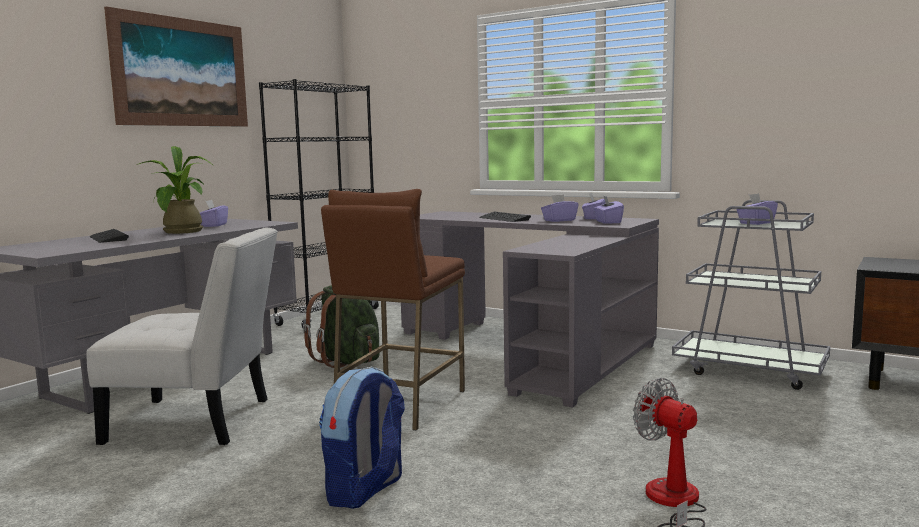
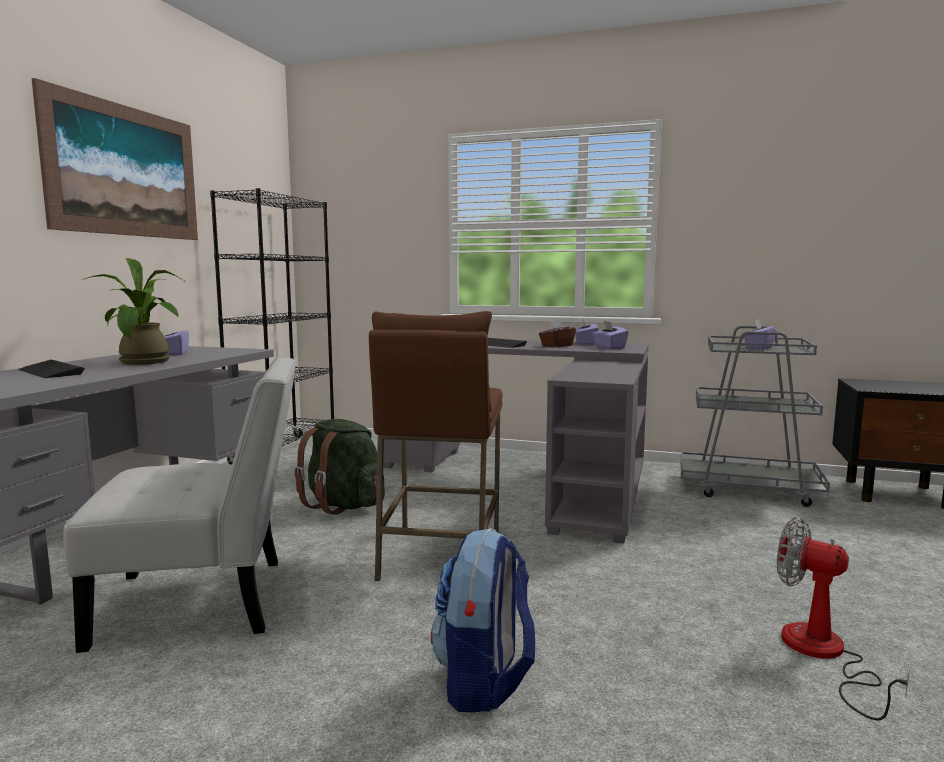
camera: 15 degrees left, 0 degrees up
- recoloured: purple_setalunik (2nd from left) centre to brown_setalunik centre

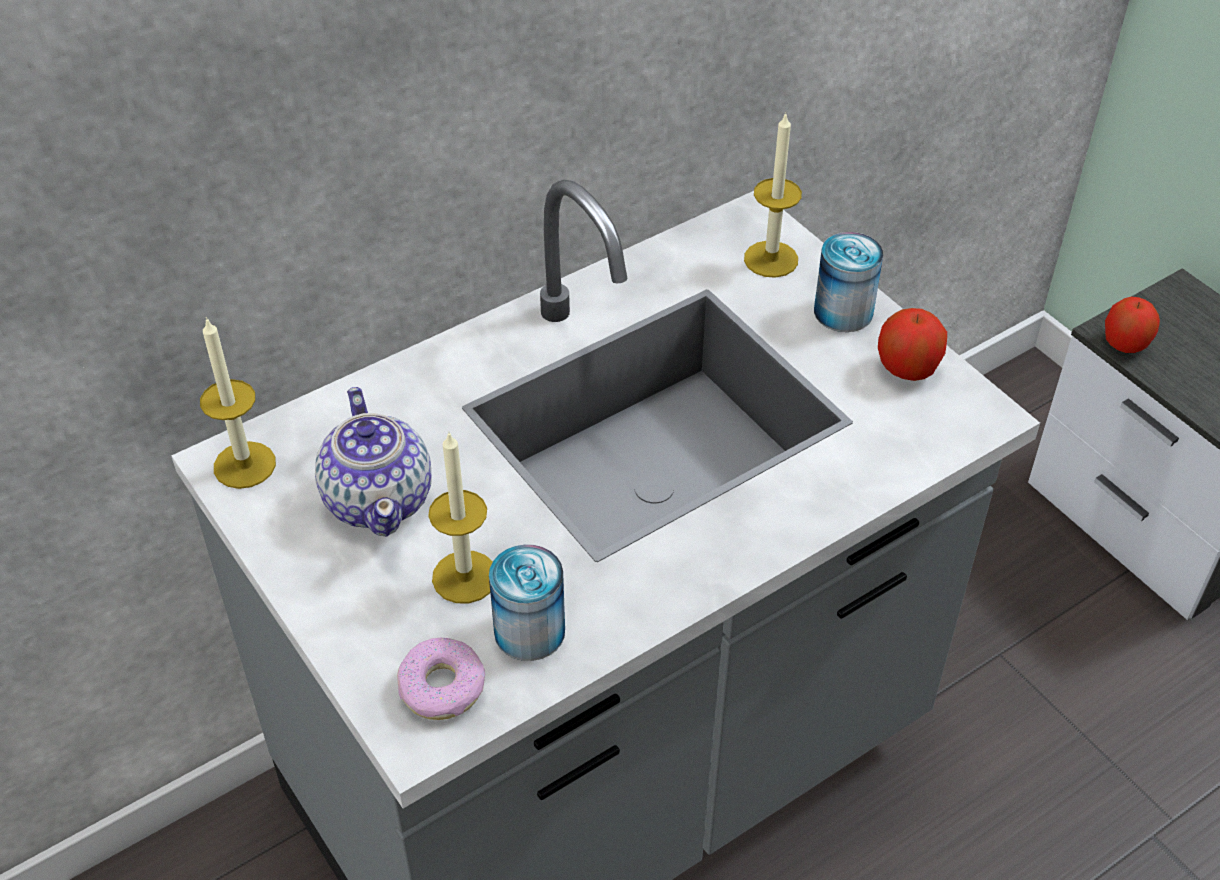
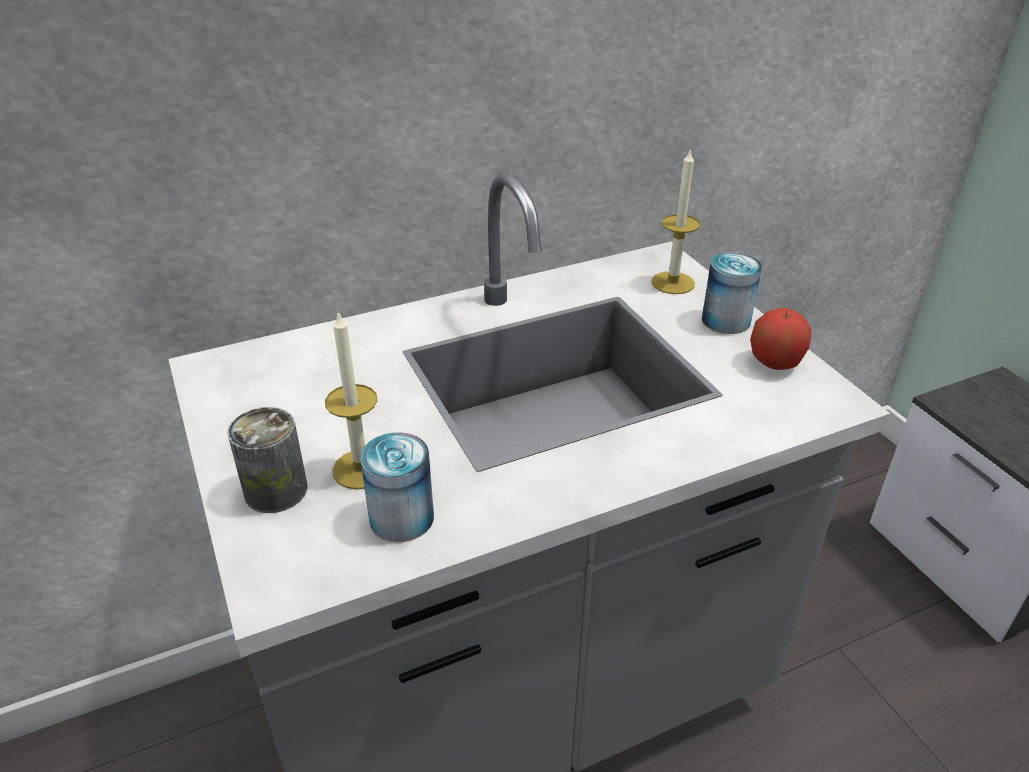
camera: 10 degrees right, 10 degrees down
- removed: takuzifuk (1st from left) middle left
- removed: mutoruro middle left
- removed: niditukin bottom centre
- removed: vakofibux (2nd from left) middle right
- added: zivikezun (1st from left) middle left

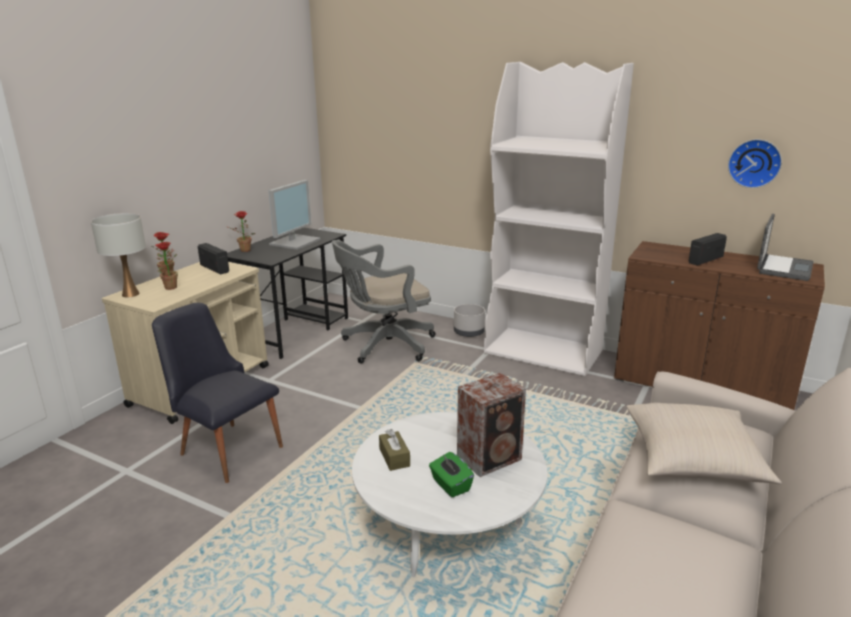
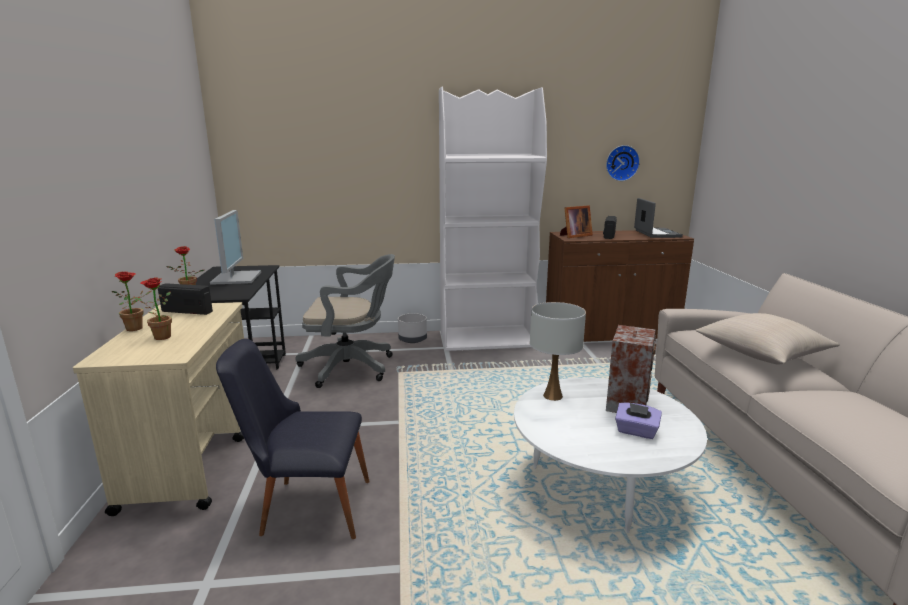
camera: 35 degrees left, 5 degrees down
- moved: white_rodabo middle left to centre
- turned: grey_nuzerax centre = centre 120 degrees counterclockwise
- removed: brown_setalunik bottom centre
- recoloured: green_setalunik bottom centre to purple_setalunik bottom right
- added: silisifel centre

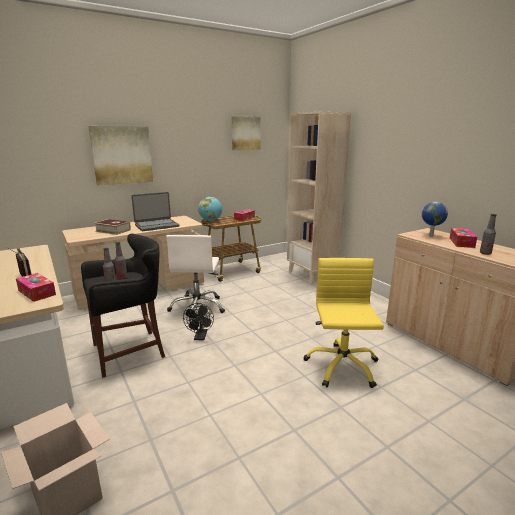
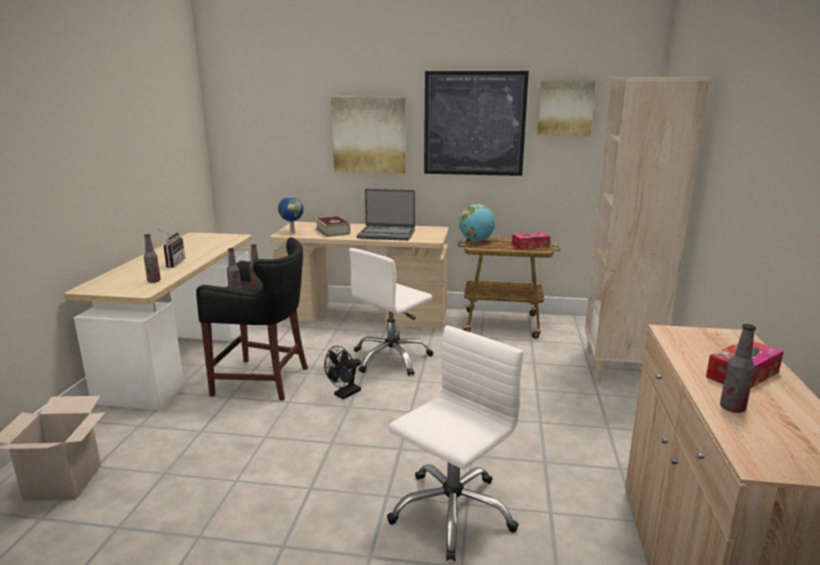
camera: 40 degrees right, 0 degrees up
- replaced: setalunik (1st from left) middle left to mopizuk (1st from left) middle left
- recoloured: yellow_nuzerax middle right to white_nuzerax (2nd from left) bottom centre
- moved: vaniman (2nd from left in the first image) middle right to vaniman (1st from left) centre
- added: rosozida (2nd from left) top centre

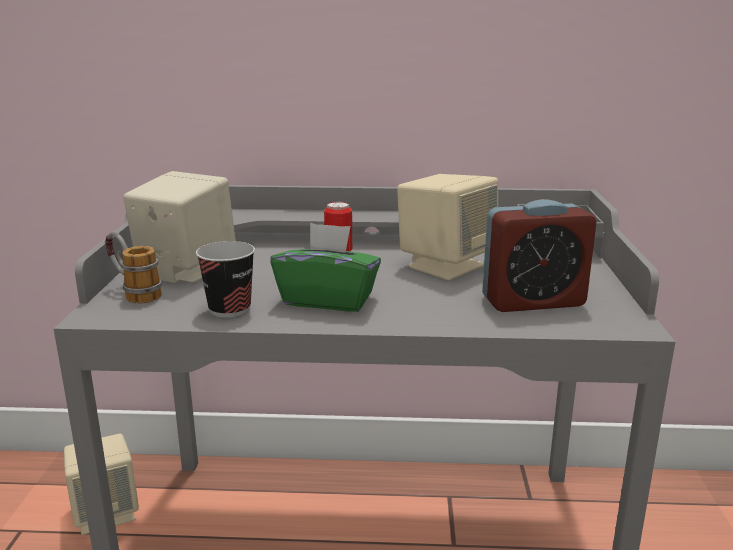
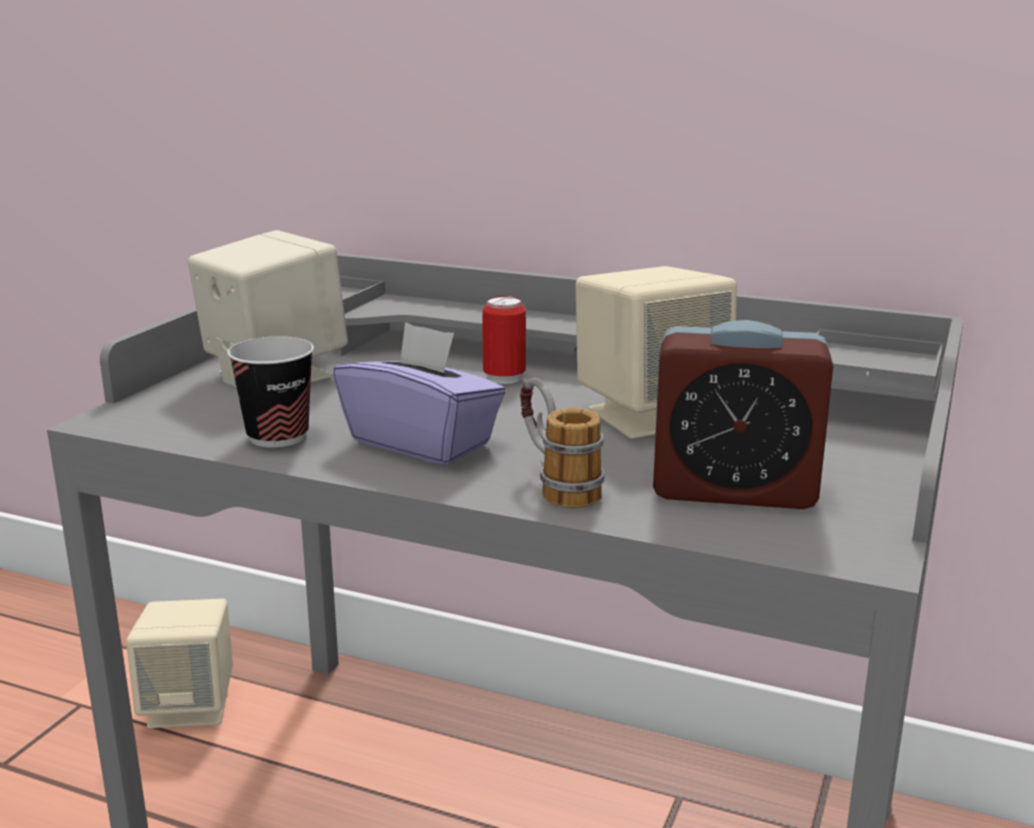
camera: 20 degrees right, 0 degrees up
- moved: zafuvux middle left to centre
- recoloured: green_setalunik centre to purple_setalunik centre

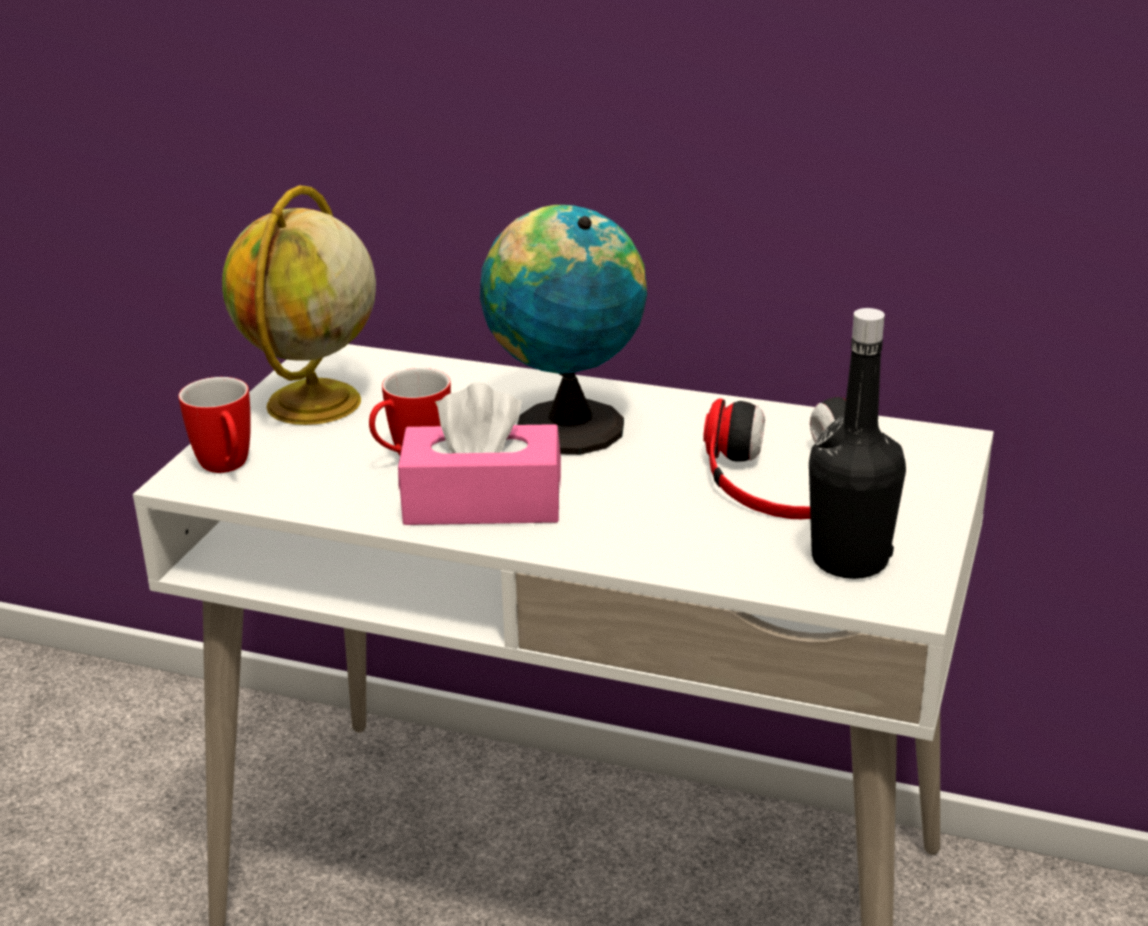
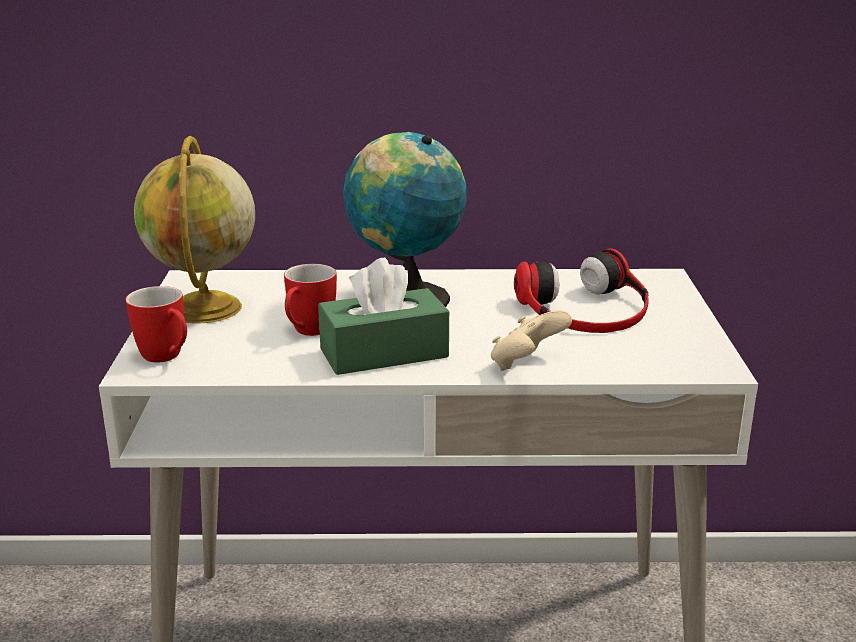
camera: 20 degrees left, 5 degrees down
- recoloured: pink_setalunik centre to green_setalunik centre
- removed: black_mopizuk middle right
- added: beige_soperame centre

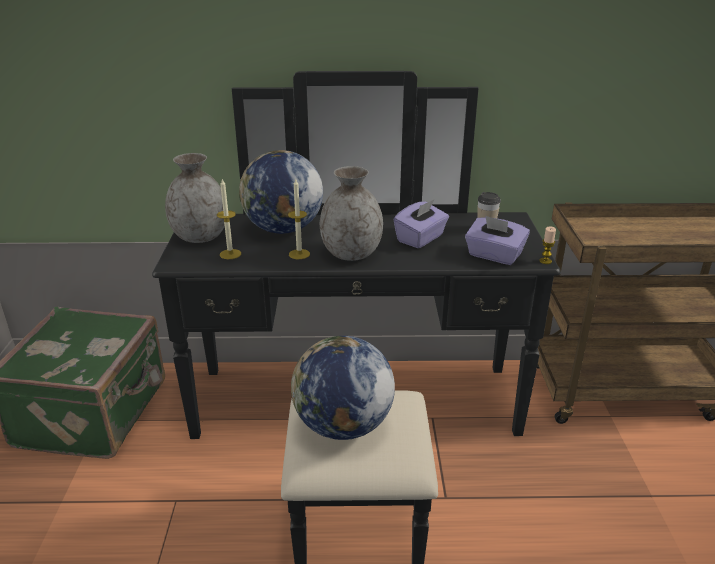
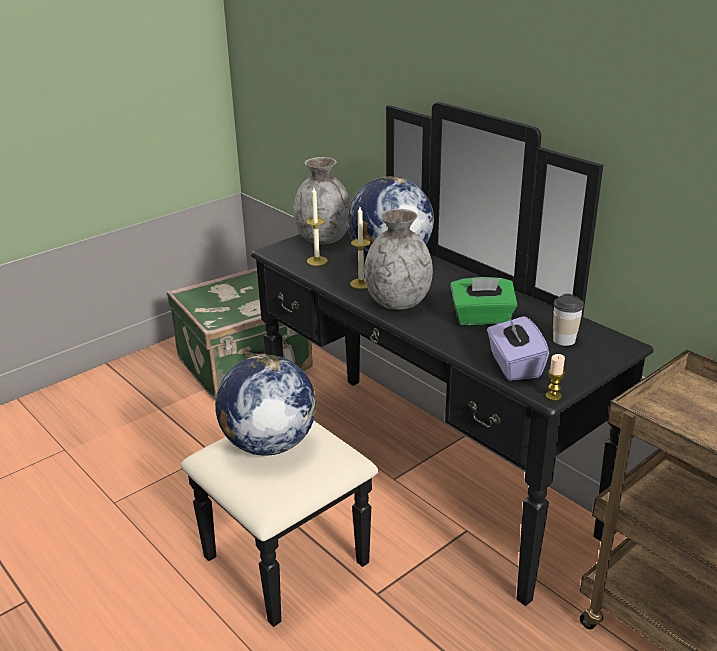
camera: 50 degrees right, 0 degrees up
- recoloured: purple_setalunik (1st from left) centre to green_setalunik middle right

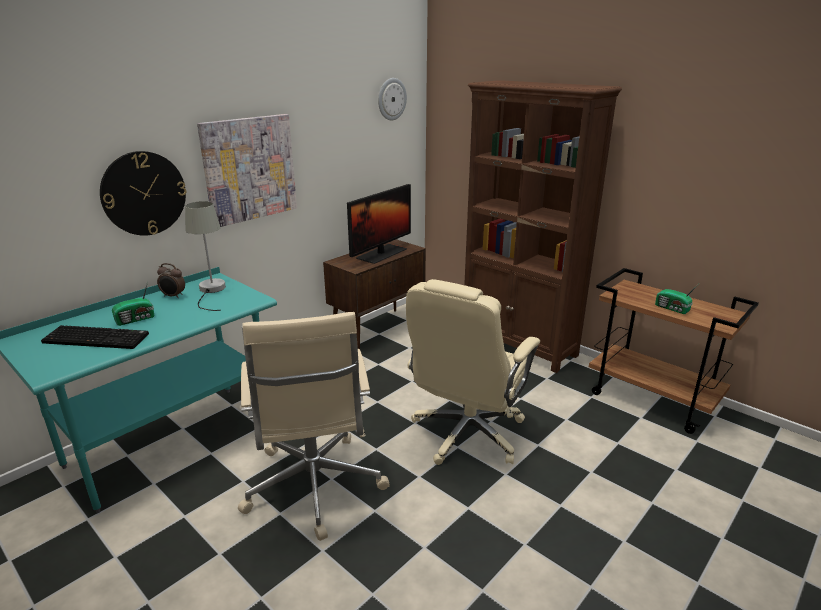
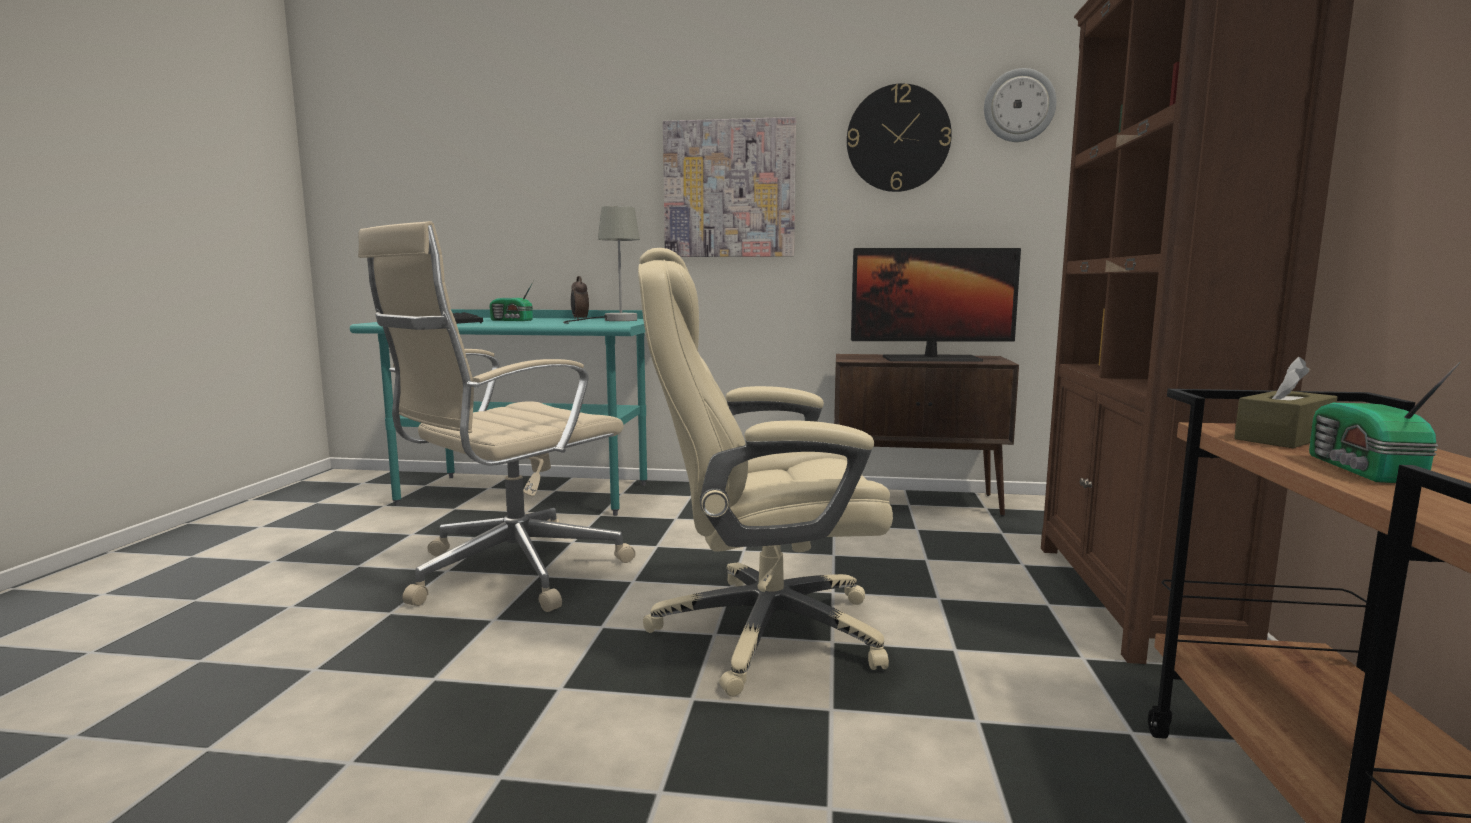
camera: 55 degrees right, 15 degrees down
- moved: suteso (1st from left) top left to top centre
- added: brown_setalunik middle right

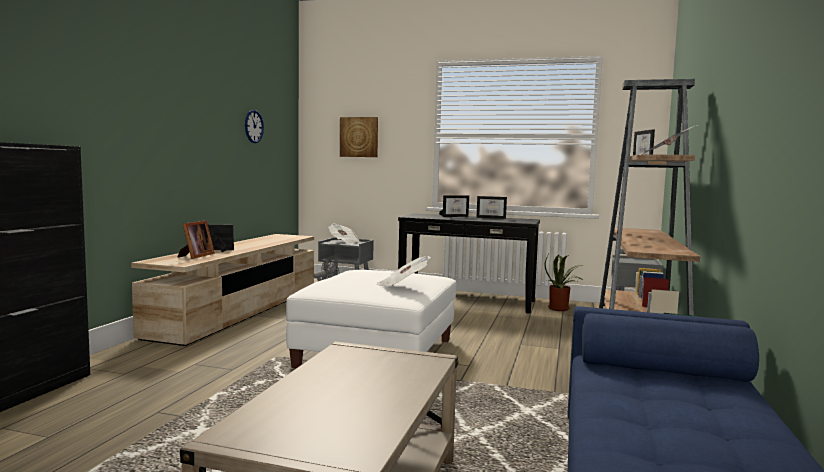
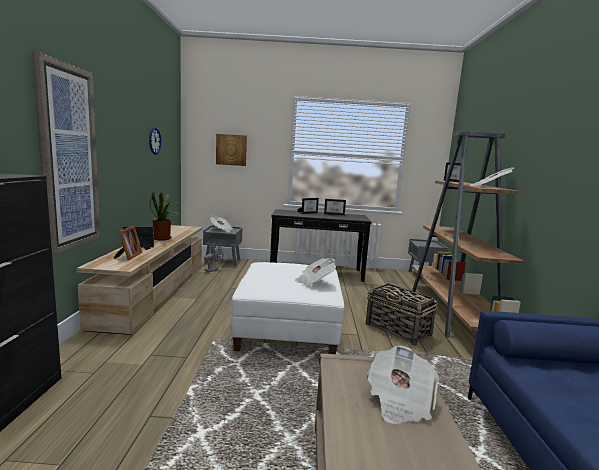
camera: 15 degrees left, 5 degrees up
- moved: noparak middle right to middle left
- added: rosozida (1st from left) top left
- added: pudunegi bottom right
- added: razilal (3rd from left) bottom right

